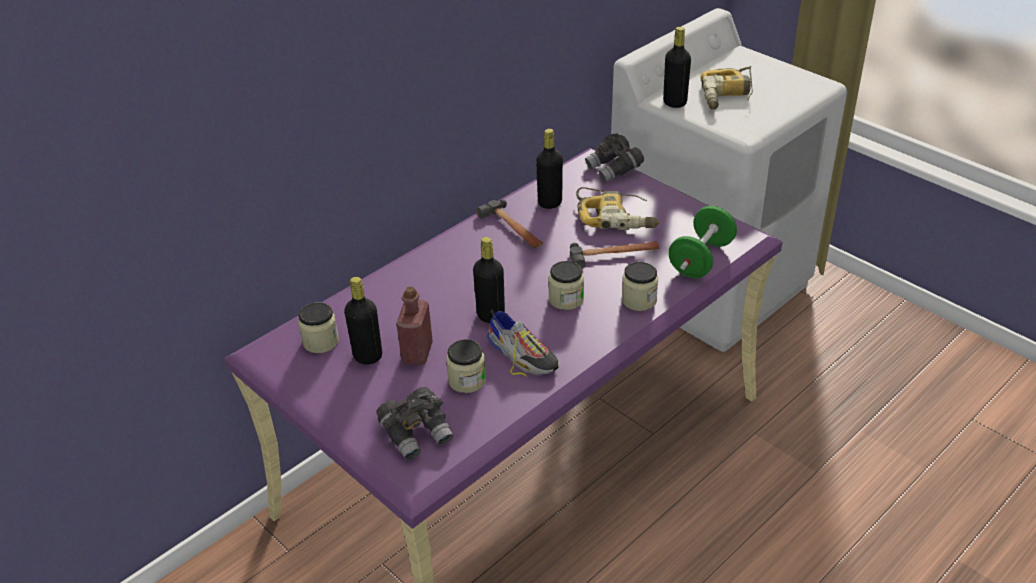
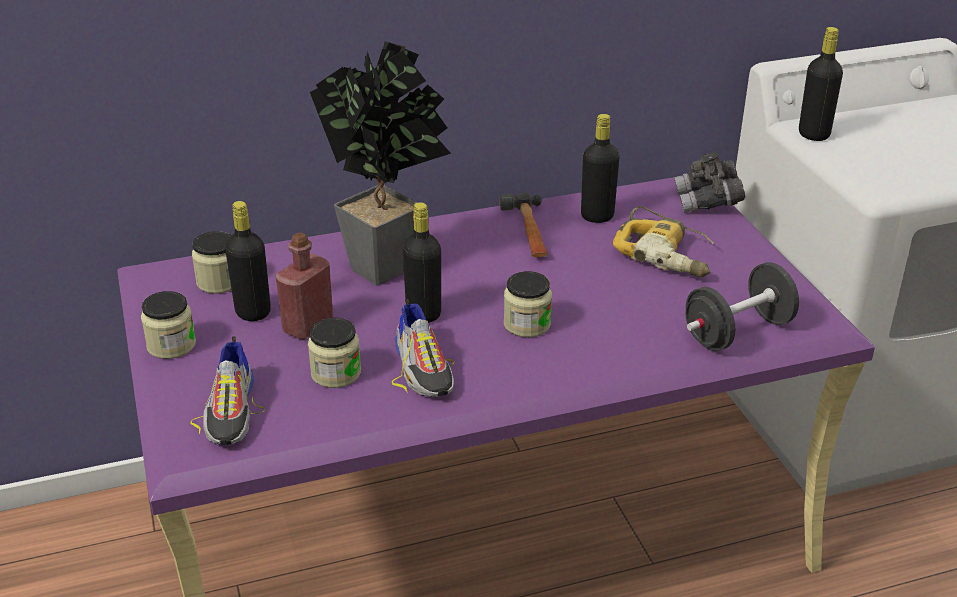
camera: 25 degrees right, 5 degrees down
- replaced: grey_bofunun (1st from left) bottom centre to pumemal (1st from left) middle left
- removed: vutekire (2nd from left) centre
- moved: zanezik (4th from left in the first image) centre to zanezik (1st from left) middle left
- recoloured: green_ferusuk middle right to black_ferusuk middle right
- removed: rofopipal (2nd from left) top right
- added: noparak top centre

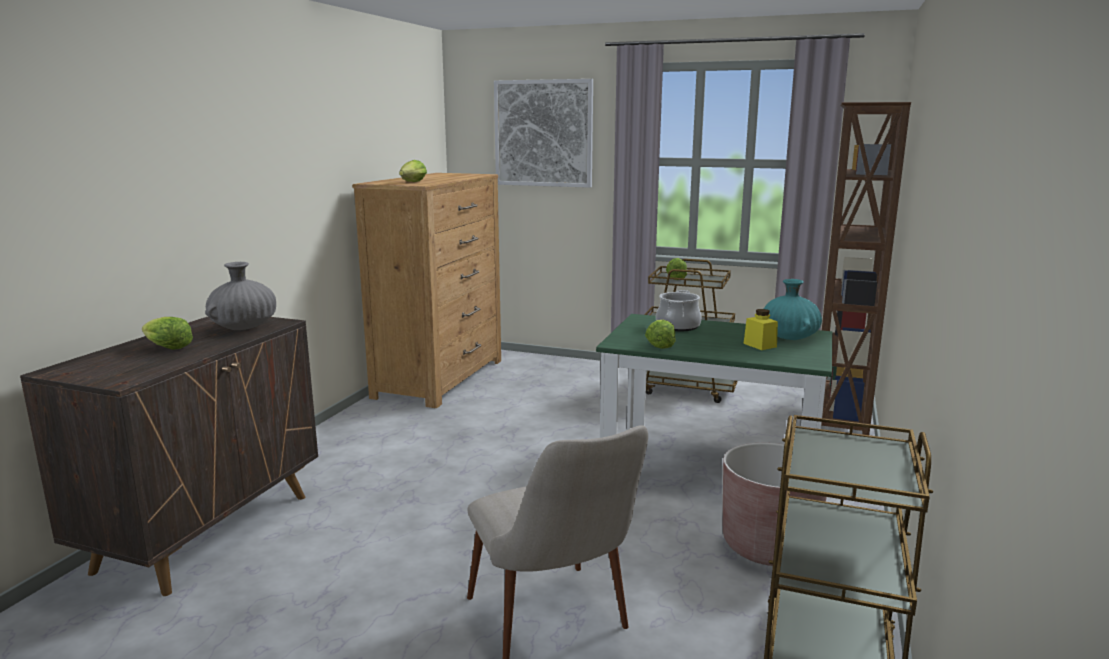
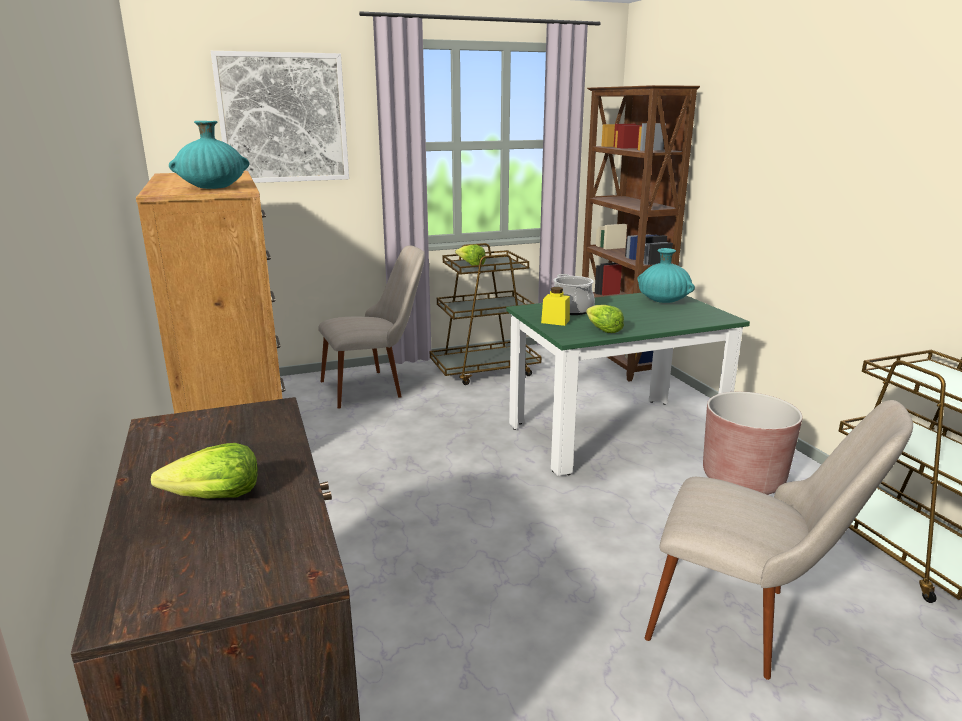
camera: 40 degrees left, 5 degrees up
- removed: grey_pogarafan middle left
- replaced: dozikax (2nd from left) top centre to turquoise_pogarafan (1st from left) top left
- moved: yellow_zanezik middle right to centre
- added: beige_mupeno (1st from left) centre

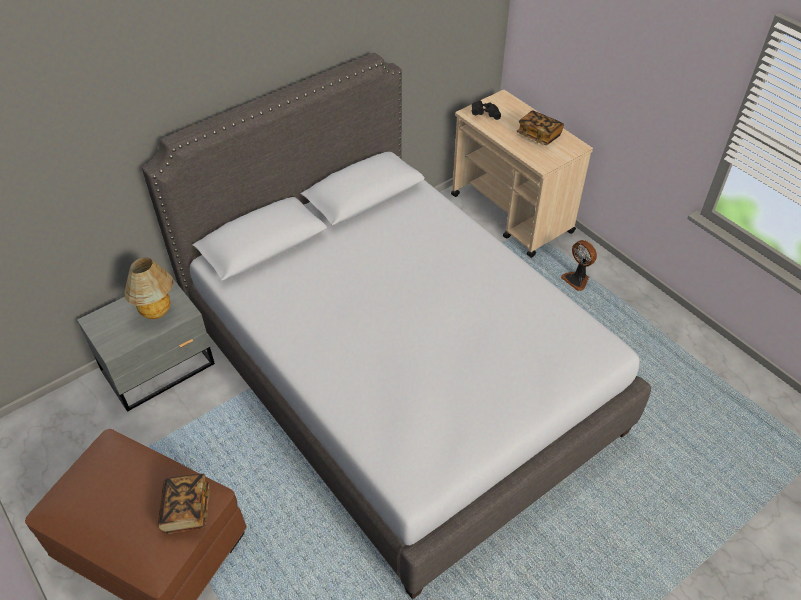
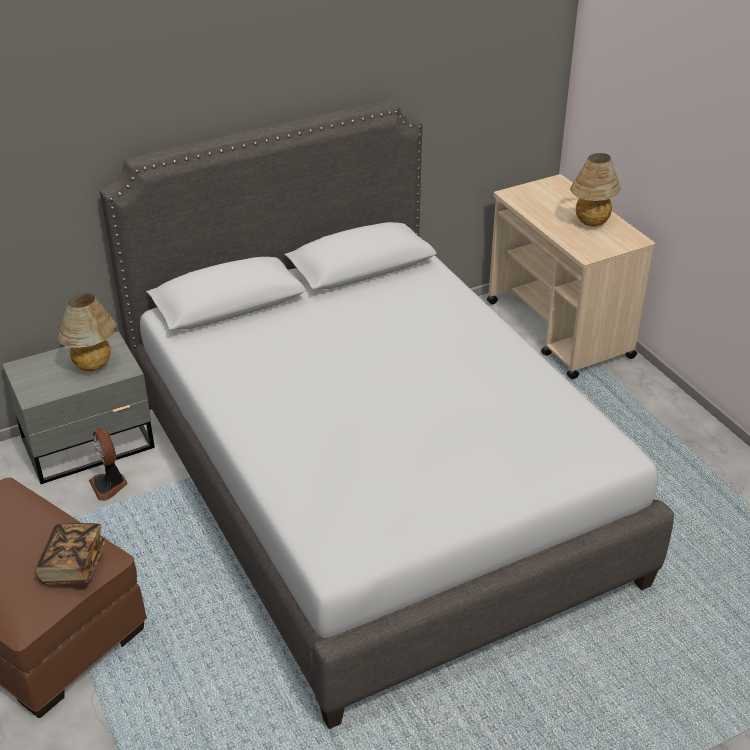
camera: 10 degrees right, 10 degrees down
- removed: black_bofunun top centre
- replaced: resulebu (2nd from left) top right to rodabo (2nd from left) top right
- moved: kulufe middle right to middle left

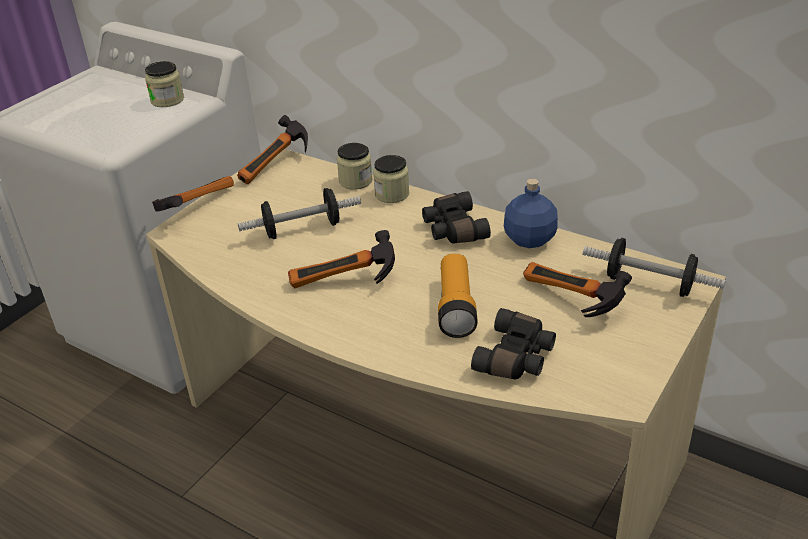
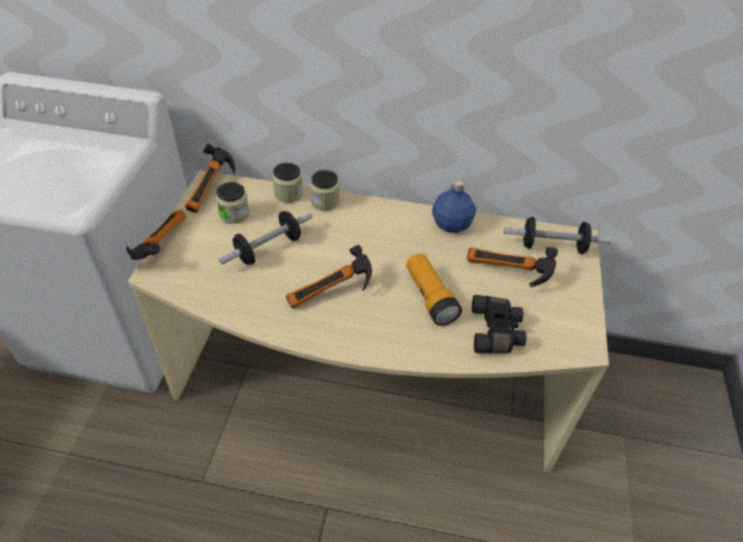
camera: 25 degrees left, 10 degrees up
- moved: zanezik (1st from left) top left to middle left
- removed: black_bofunun (1st from left) centre

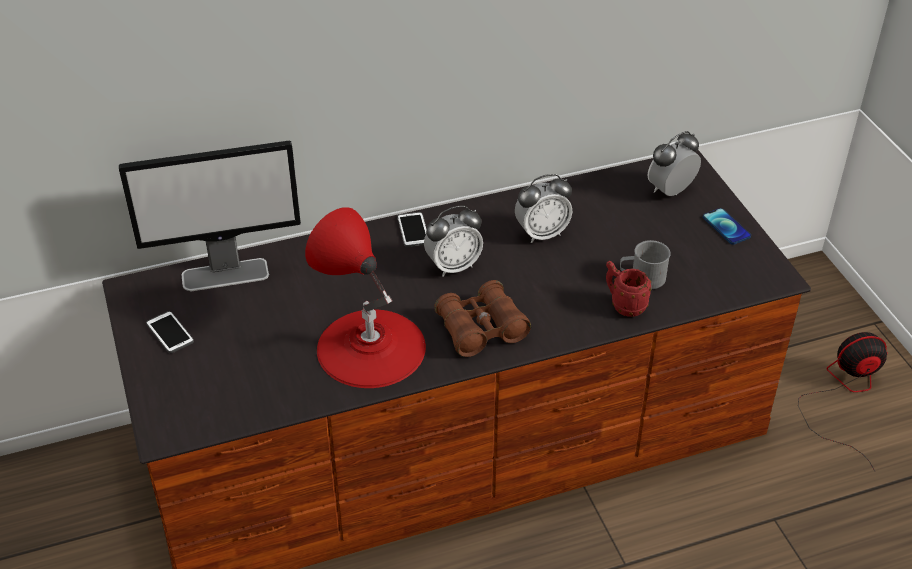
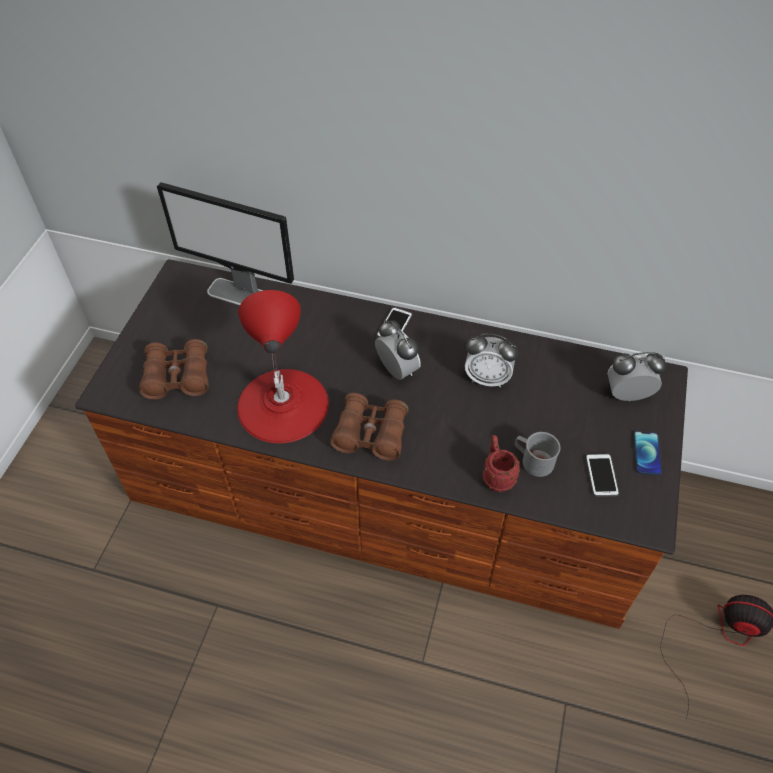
camera: 35 degrees right, 10 degrees up
- moved: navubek (1st from left in the first image) middle left to navubek (2nd from left) middle right
- turned: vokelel (1st from left) centre = centre 135 degrees counterclockwise
- added: brown_bofunun (1st from left) middle left

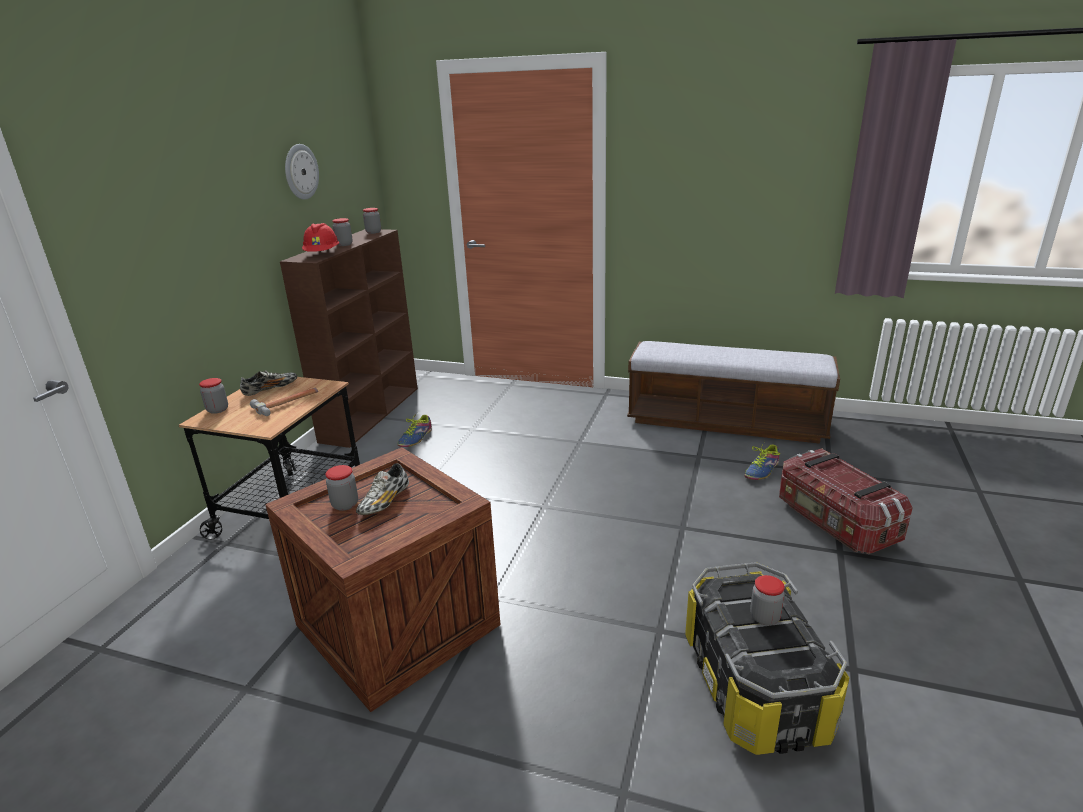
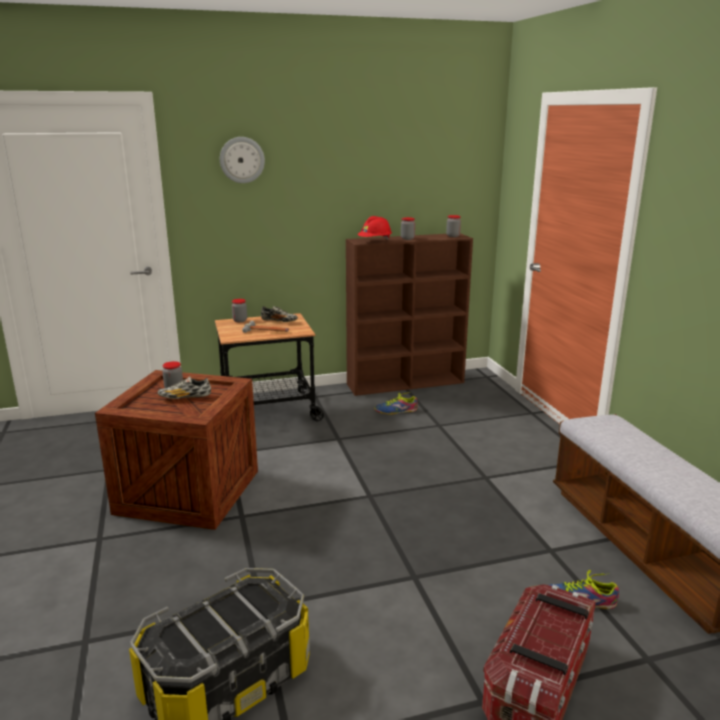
camera: 55 degrees right, 5 degrees down
- moved: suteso top left to top centre
- removed: zanezik (5th from left) bottom right

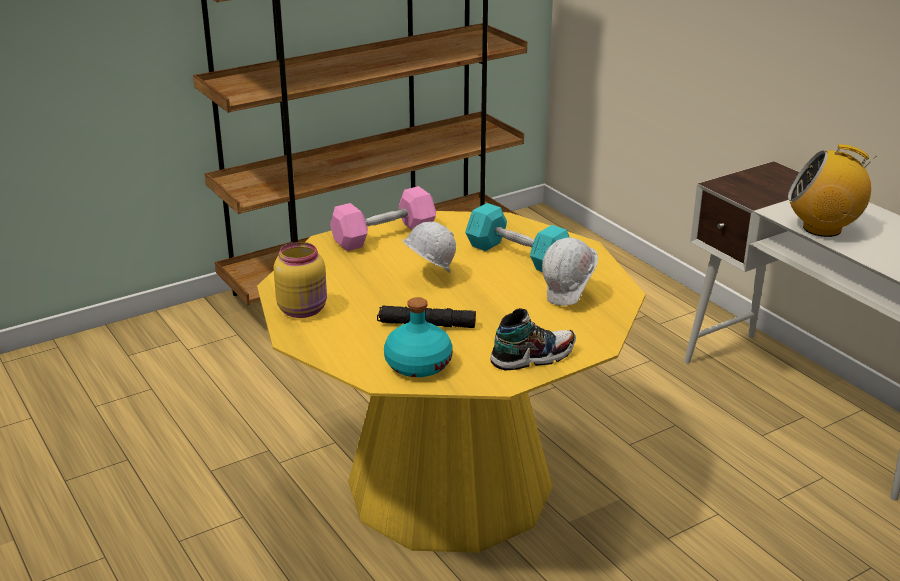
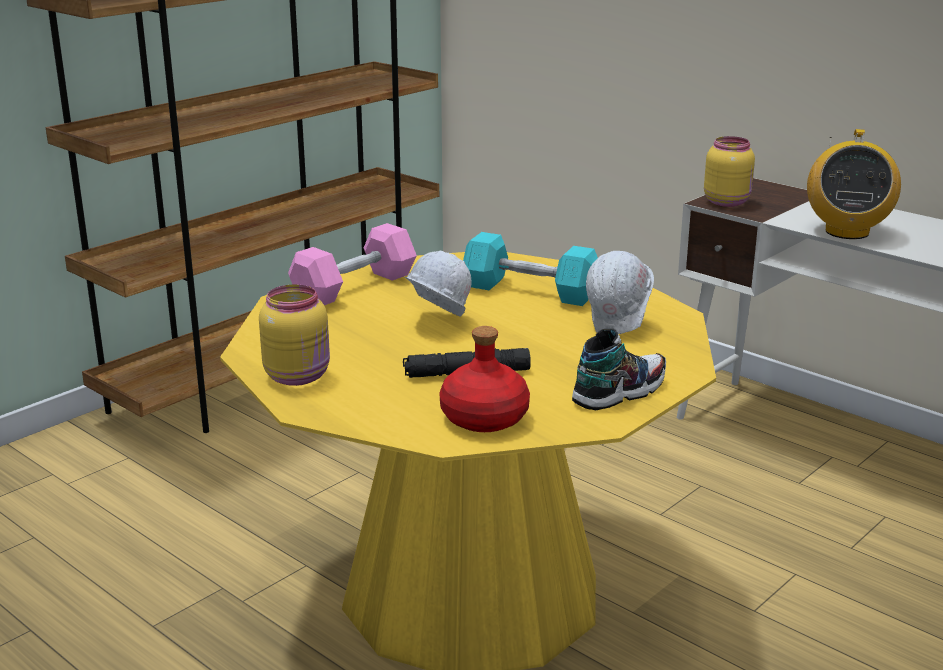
camera: 15 degrees left, 5 degrees down
- recoloured: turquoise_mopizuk centre to red_mopizuk centre
- turned: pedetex top right = top right 75 degrees counterclockwise
- added: yellow_zanezik (2nd from left) top right

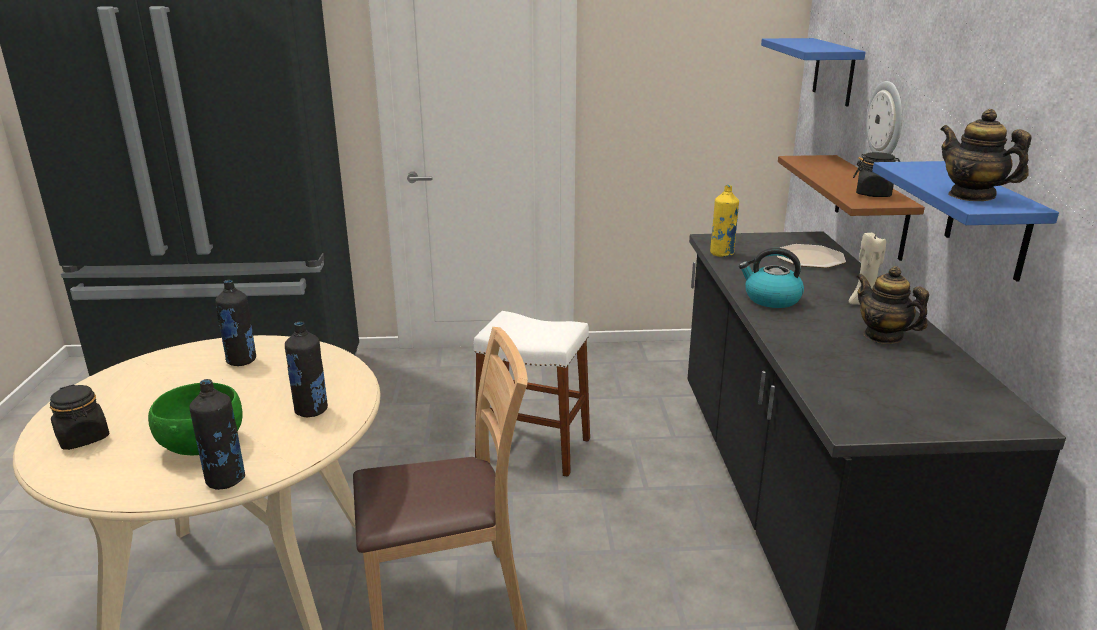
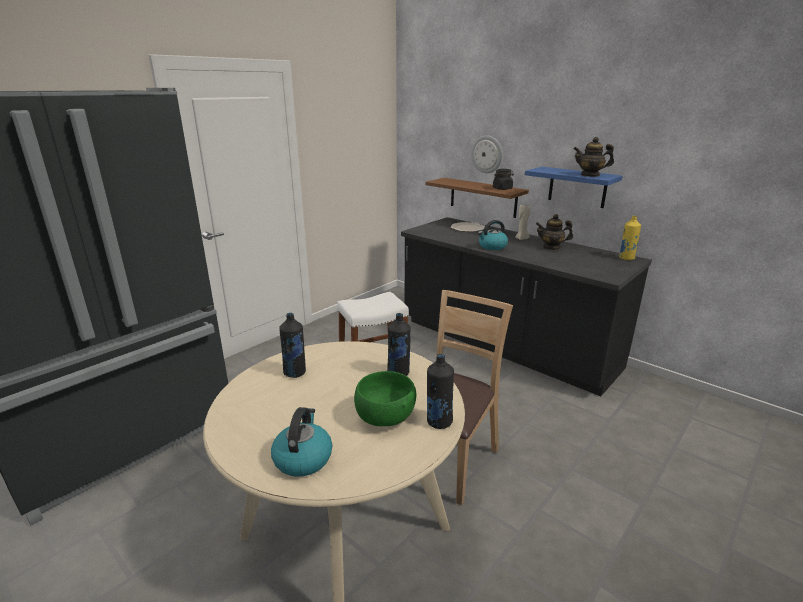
camera: 45 degrees left, 0 degrees up
- replaced: black_zanezik (1st from left) middle left to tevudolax (1st from left) bottom centre
- moved: yellow_mopizuk centre to middle right
- removed: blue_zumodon (1st from left) top right

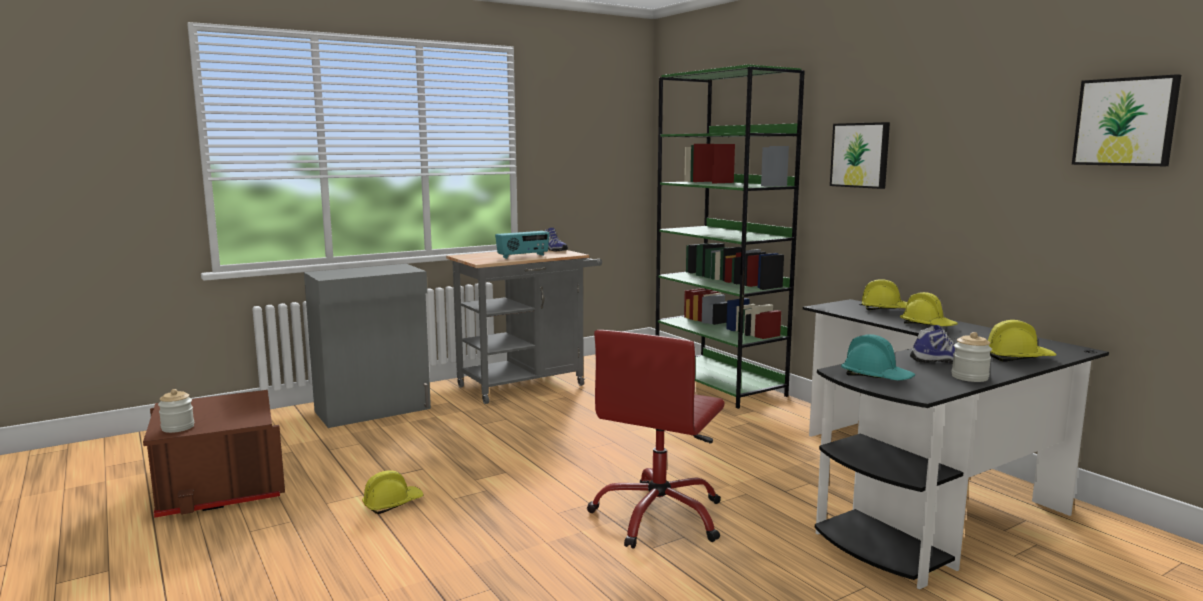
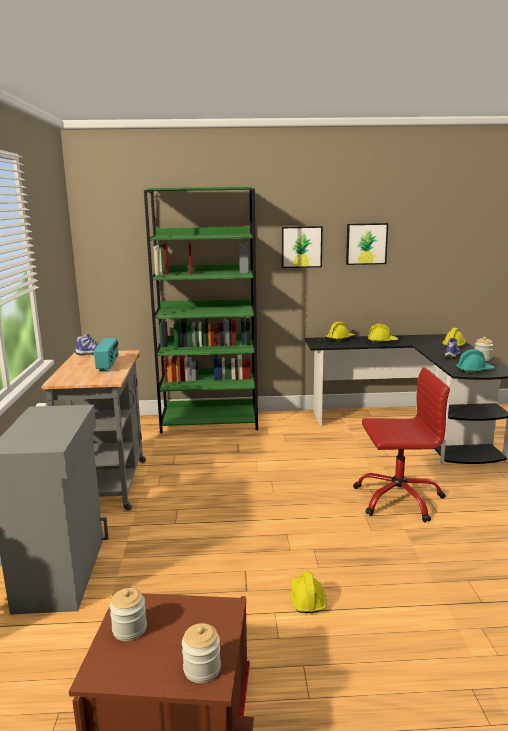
camera: 60 degrees left, 5 degrees up
- turned: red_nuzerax bottom centre = middle right 60 degrees counterclockwise
- moved: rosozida (2nd from left) top right to middle right
- added: zanezik (1st from left) bottom left

